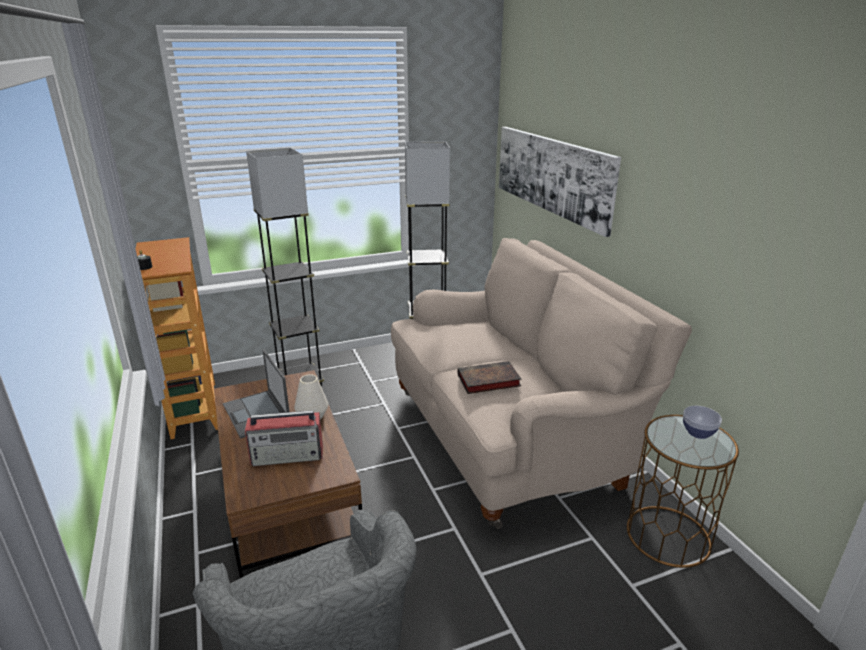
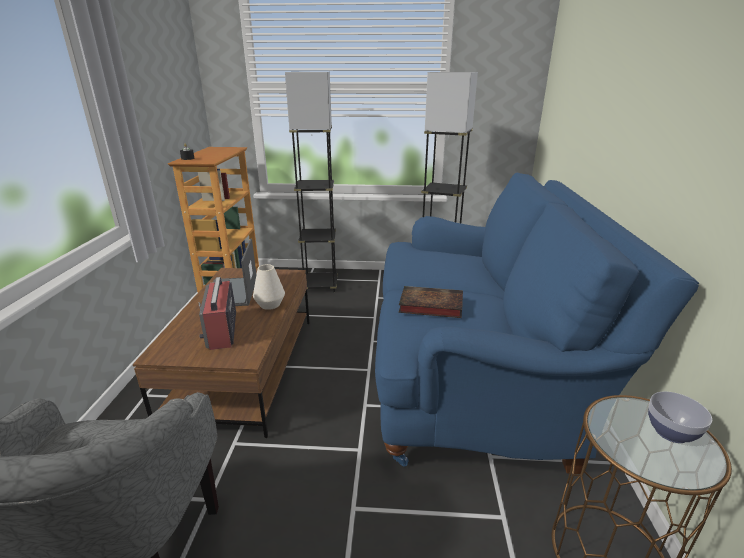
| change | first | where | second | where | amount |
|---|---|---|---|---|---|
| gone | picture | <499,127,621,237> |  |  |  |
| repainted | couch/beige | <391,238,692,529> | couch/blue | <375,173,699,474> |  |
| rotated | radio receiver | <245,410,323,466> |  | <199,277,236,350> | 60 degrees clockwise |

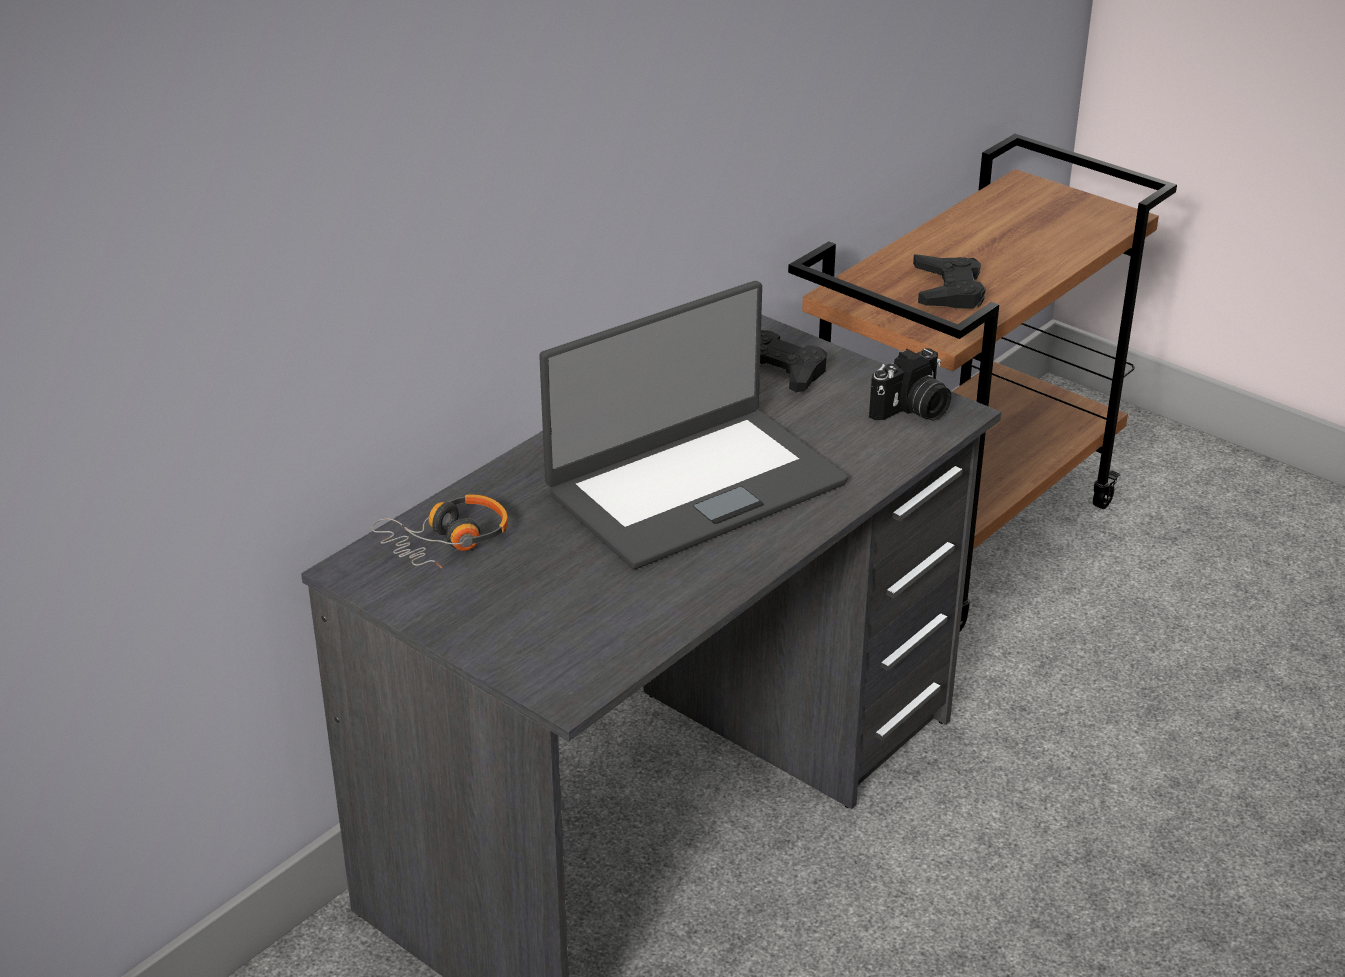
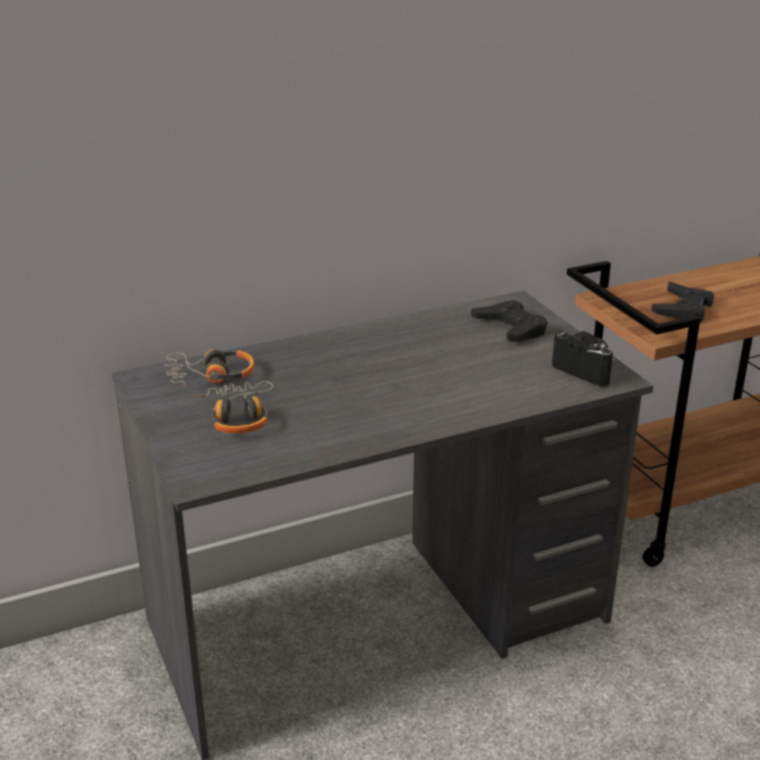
| change | first | where | second | where | amount |
|---|---|---|---|---|---|
| gone | laptop | <539,281,848,569> |  |  |  |
| rotated | still camera | <869,348,951,421> |  | <552,331,615,387> | 120 degrees counterclockwise |
| new |  |  | pair of headphones | <196,381,273,433> |  |

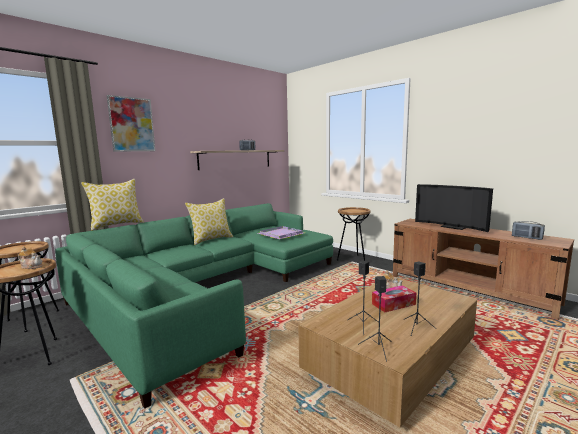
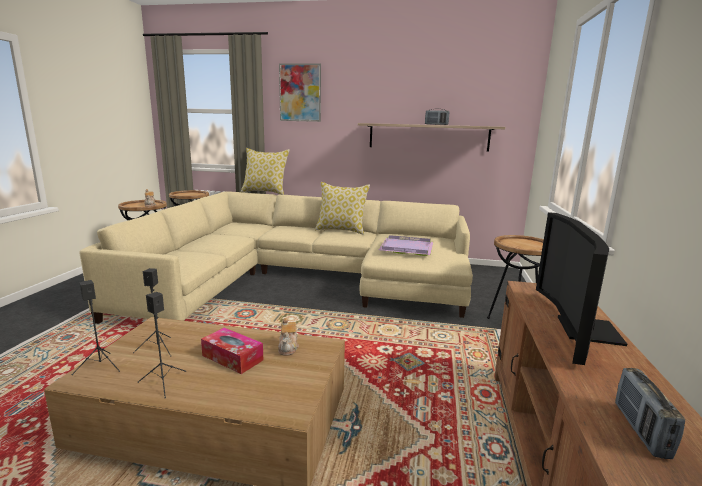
| change | first | where | second | where | amount |
|---|---|---|---|---|---|
| repainted | couch/green-coloured | <55,203,333,409> | couch/beige | <79,191,473,324> |  |

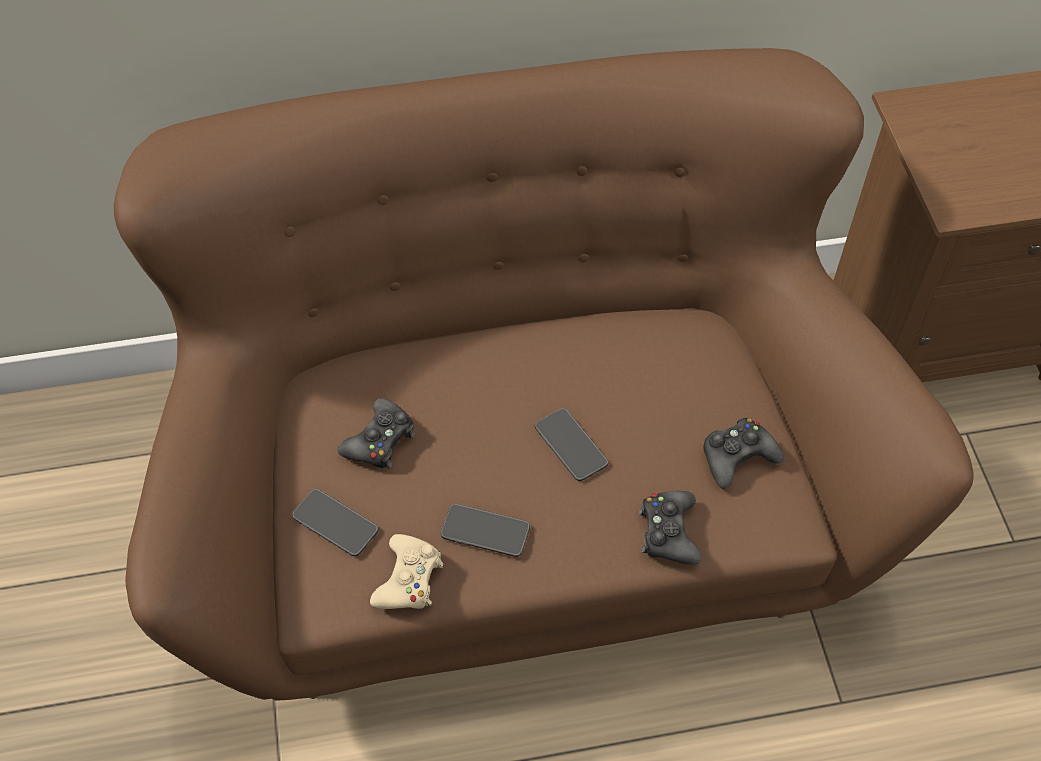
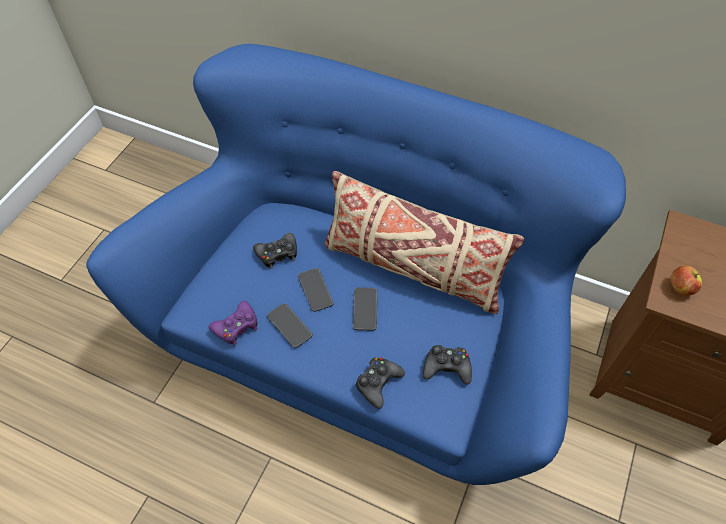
| change | first | where | second | where | amount |
|---|---|---|---|---|---|
| repainted | couch/brownish | <114,48,974,701> | couch/blue | <86,44,626,485> |  |
| shifted | handset | <292,489,379,556> |  | <298,268,334,312> |  |
| repainted | gamepad/beige | <370,534,443,609> | gamepad/purple-coloured | <209,301,258,345> |  |
| new |  |  | pillow/beige | <325,171,524,314> |  |
| new |  |  | apple fruit | <671,266,702,296> |  |

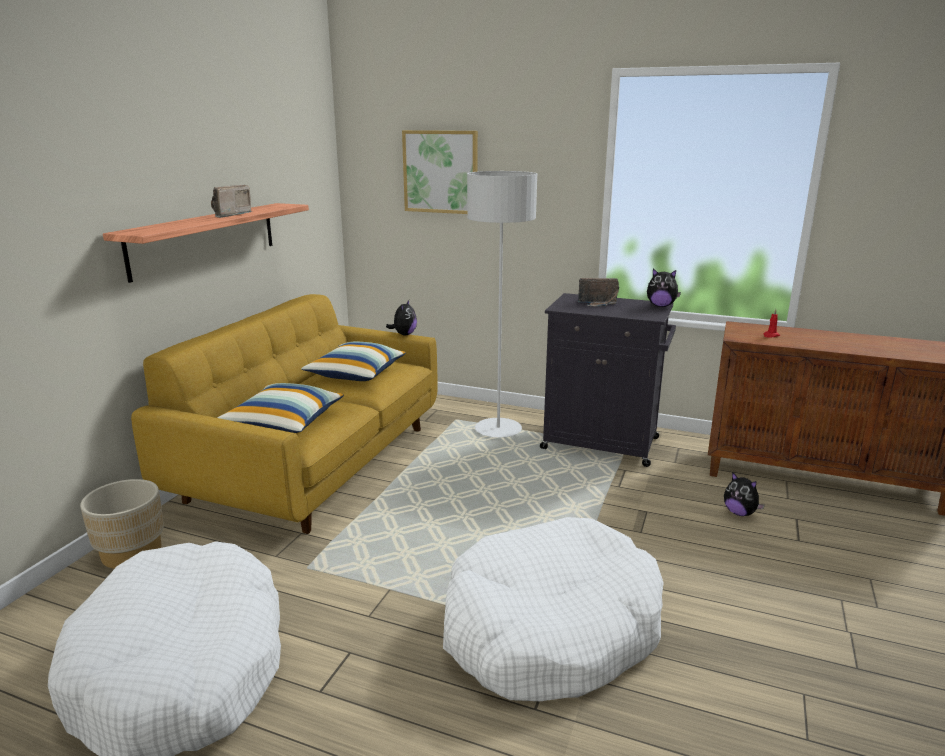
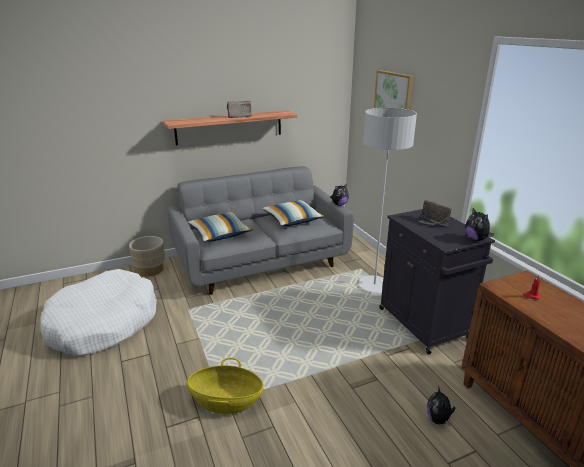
| change | first | where | second | where | amount |
|---|---|---|---|---|---|
| repainted | couch/yellowish | <131,294,438,534> | couch/grey | <167,166,354,295> |  |
| swapped | pet bed/white-coloured | <443,517,664,701> | household basket | <187,358,264,414> |  |

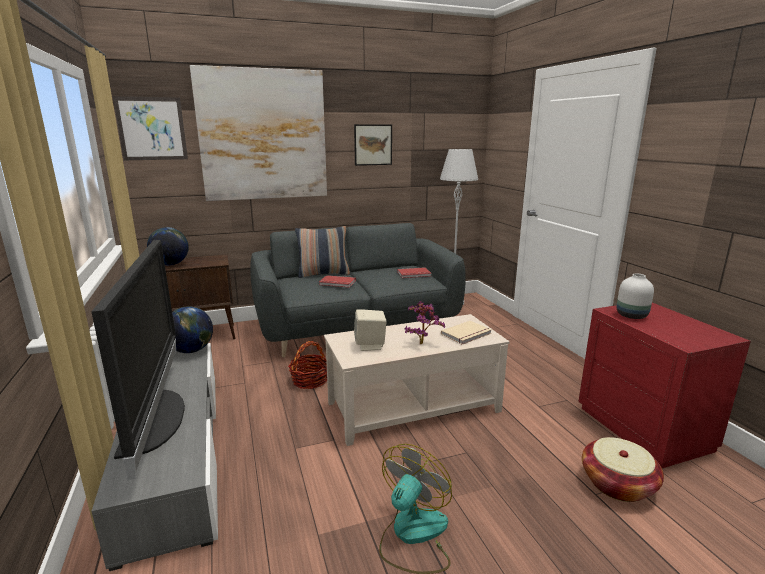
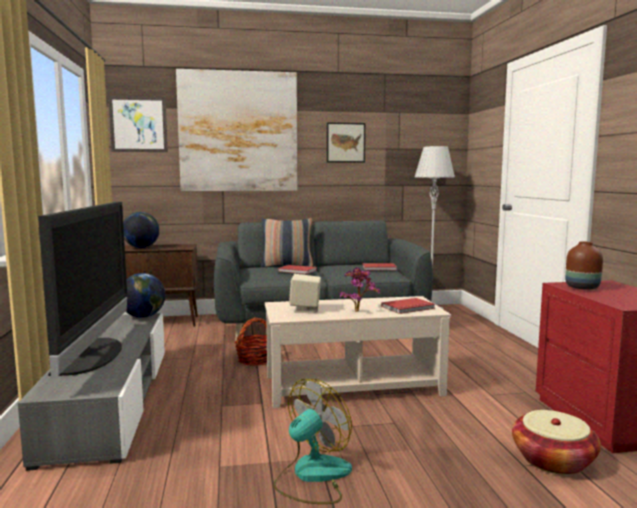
| change | first | where | second | where | amount |
|---|---|---|---|---|---|
| repainted | vase/white-coloured | <617,273,654,319> | vase/brownish | <565,241,603,289> |  |
| repainted | book/beige | <441,321,492,345> | book/red-coloured | <381,298,435,314> |  |

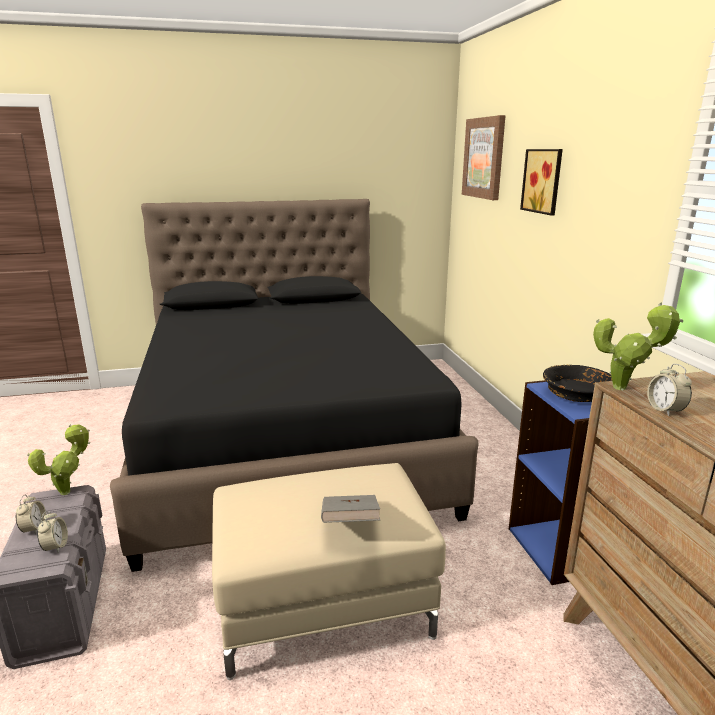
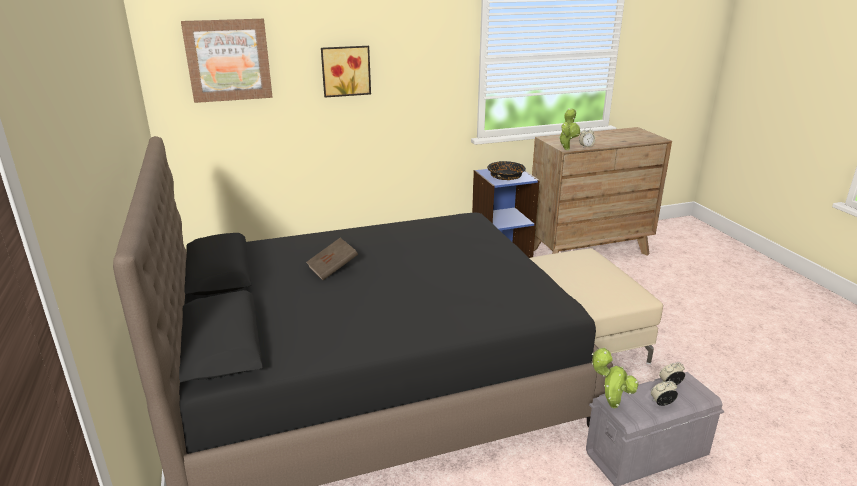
| change | first | where | second | where | amount |
|---|---|---|---|---|---|
| gone | book/grey | <321,495,380,523> |  |  |  |
| new |  |  | book/brownish | <306,238,358,280> |  |

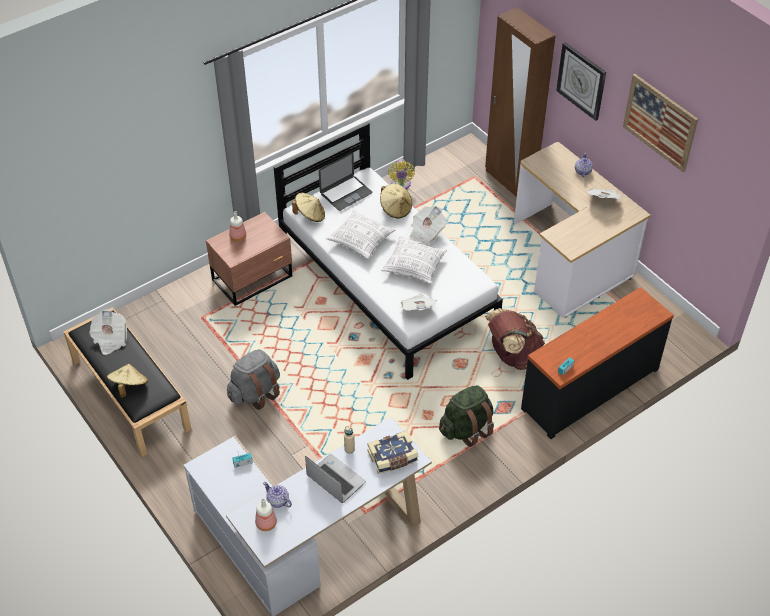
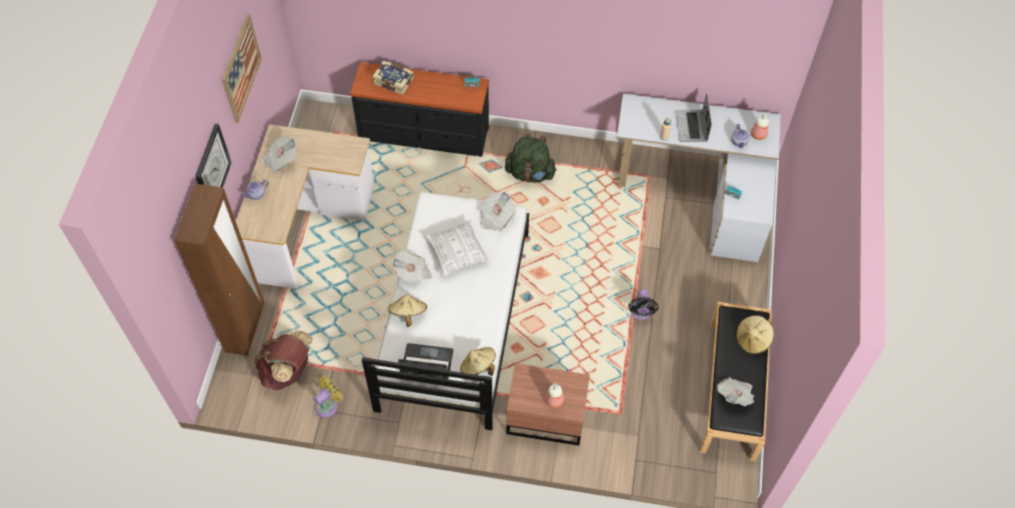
| change | first | where | second | where | amount |
|---|---|---|---|---|---|
| gone | pillow | <326,210,396,259> |  |  |  |
| shifted | knapsack/brownish | <485,308,545,370> |  | <254,331,313,390> |  |
| swapped | knapsack/grey | <227,349,280,410> | fan/blackish | <628,289,658,320> |  |
| shifted | book | <367,431,418,474> |  | <372,61,414,95> |  |

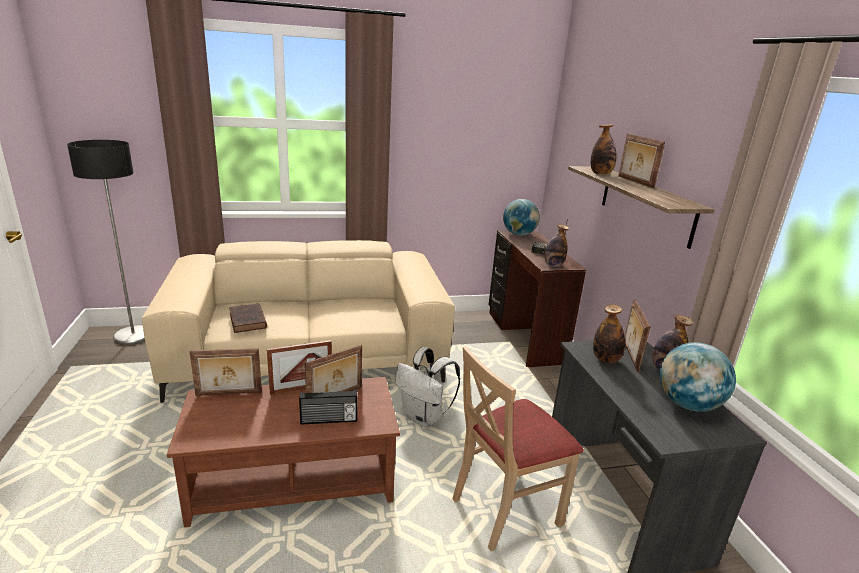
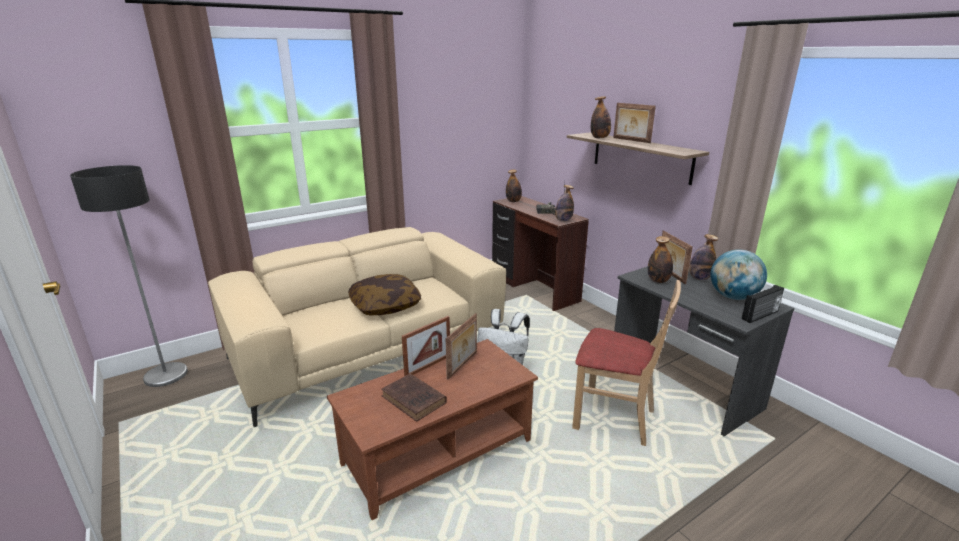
| change | first | where | second | where | amount |
|---|---|---|---|---|---|
| swapped | globe | <503,199,540,236> | bottle | <506,170,522,202> |  |
| shifted | book/brownish | <229,304,267,333> |  | <381,374,447,422> |  |
| rotated | plain chair/beige | <452,346,584,551> |  | <572,280,681,446> | 105 degrees counterclockwise |
| gone | photo frame | <190,348,262,396> |  |  |  |
| shifted | radio receiver | <299,390,357,425> |  | <742,285,784,323> |  |
| new |  |  | pillow | <348,274,421,315> |  |

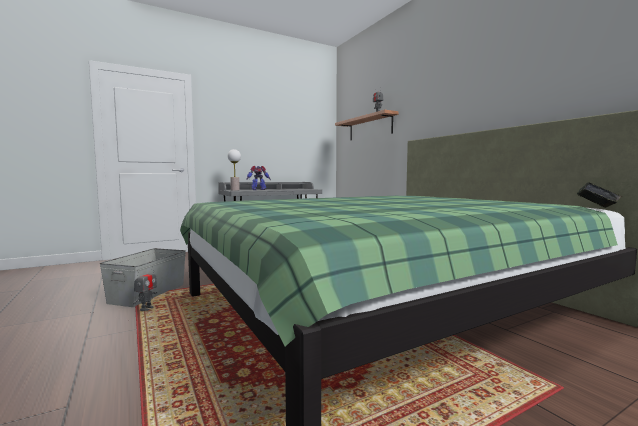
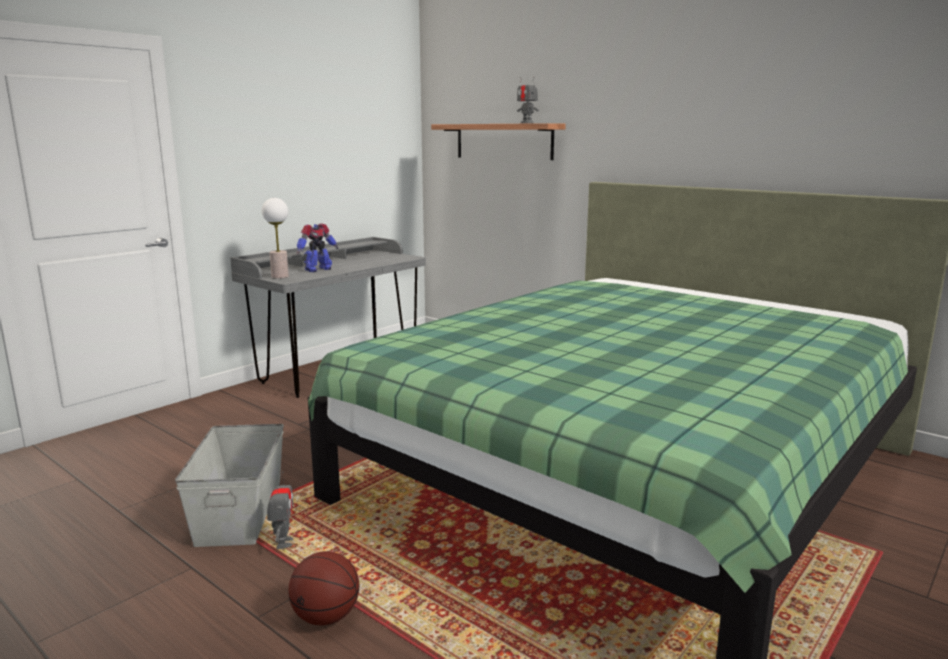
| change | first | where | second | where | amount |
|---|---|---|---|---|---|
| gone | book | <577,182,622,208> |  |  |  |
| new |  |  | basketball | <288,551,360,625> |  |

